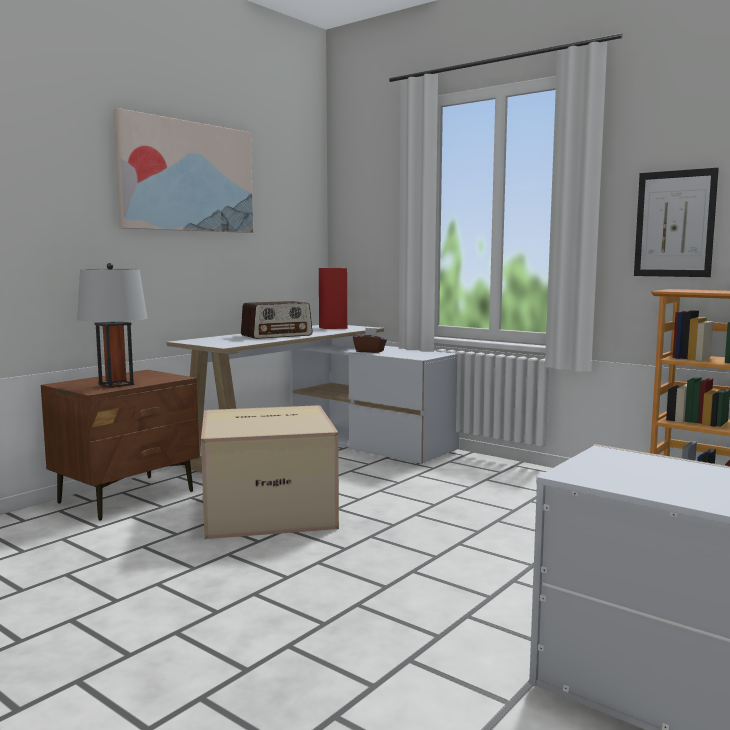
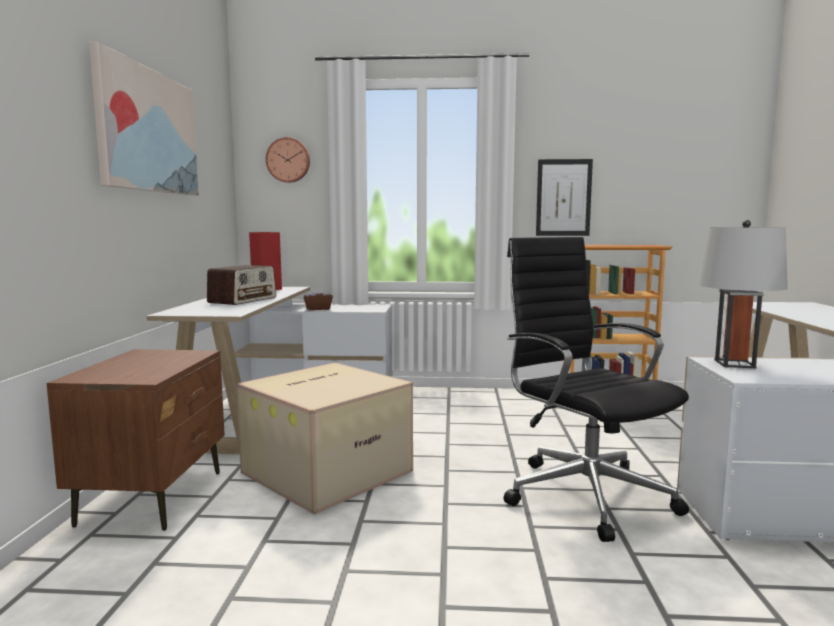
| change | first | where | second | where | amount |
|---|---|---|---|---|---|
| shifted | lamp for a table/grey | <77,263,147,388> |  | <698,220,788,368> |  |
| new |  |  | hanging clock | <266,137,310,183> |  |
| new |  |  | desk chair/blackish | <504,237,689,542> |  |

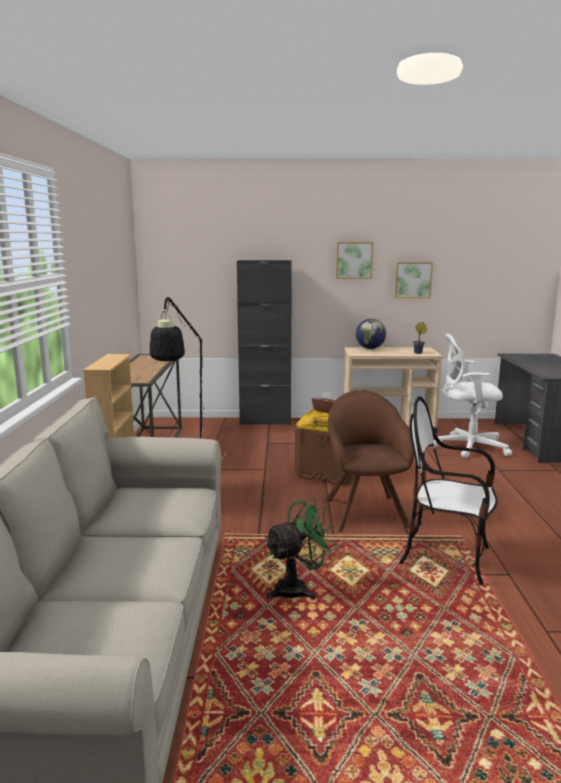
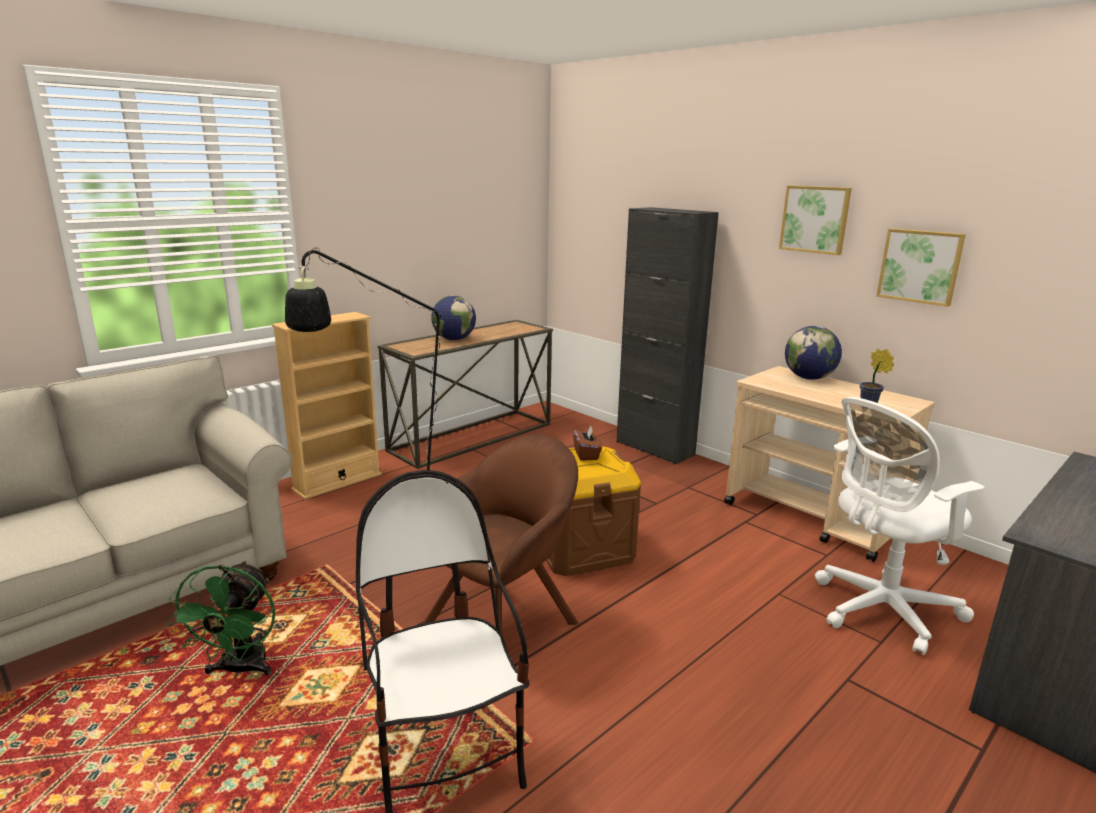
| change | first | where | second | where | amount |
|---|---|---|---|---|---|
| rotated | desk chair/white-coloured | <434,334,512,458> |  | <815,397,984,655> | 75 degrees counterclockwise |
| rotated | fan/green-coloured | <265,498,337,600> |  | <166,561,276,678> | 75 degrees clockwise |
| new |  |  | globe | <431,295,476,340> |  |

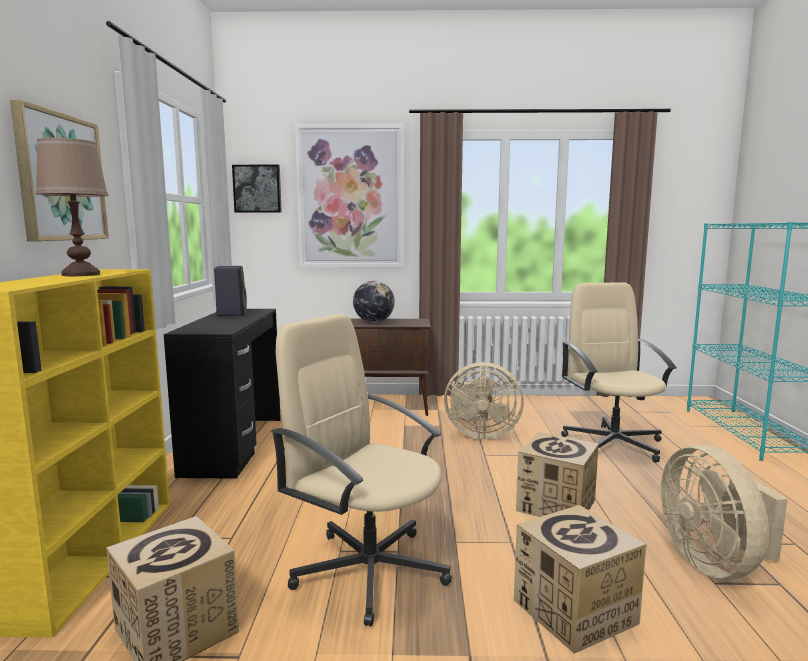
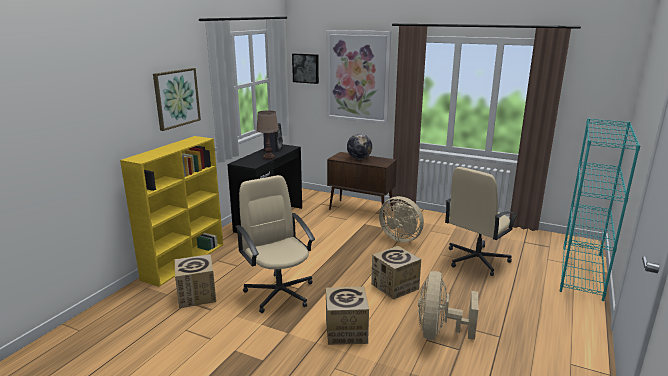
| change | first | where | second | where | amount |
|---|---|---|---|---|---|
| shifted | lamp for a table/brownish | <35,138,108,276> |  | <256,111,279,159> |  |
| rotated | desk chair/beige | <561,282,677,462> |  | <445,167,517,276> | 150 degrees counterclockwise |

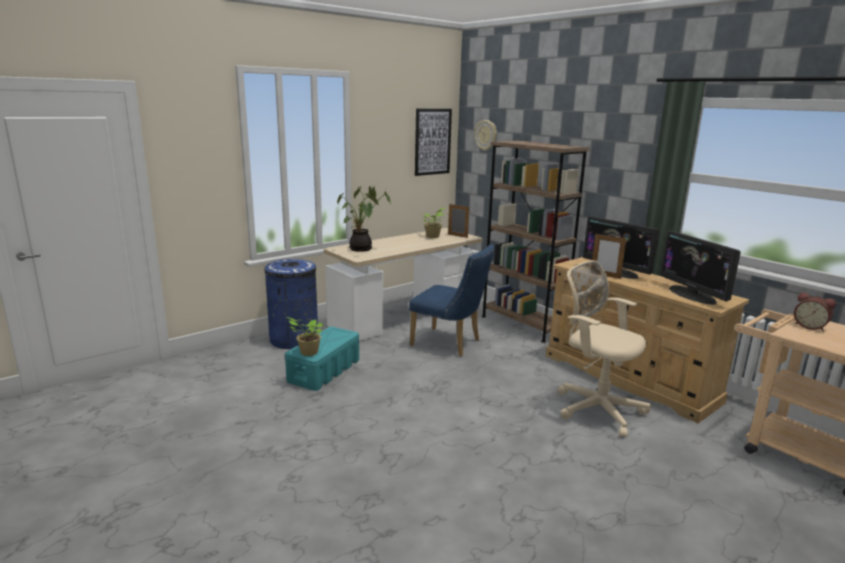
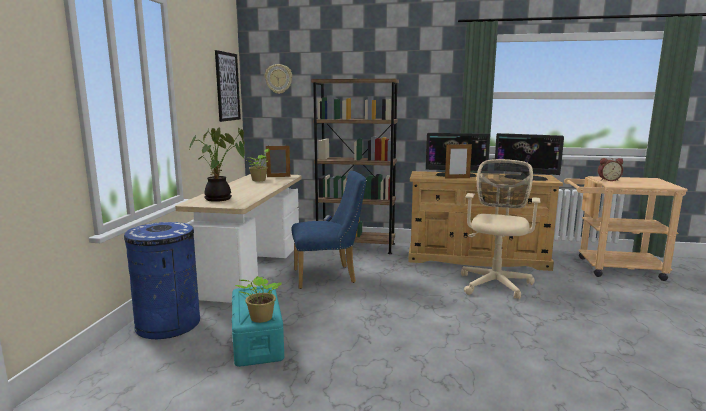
| change | first | where | second | where | amount |
|---|---|---|---|---|---|
| rotated | desk chair/beige | <558,260,651,438> |  | <461,159,540,299> | 105 degrees clockwise |

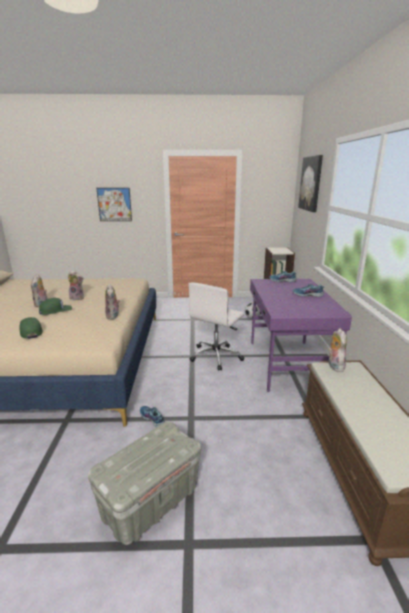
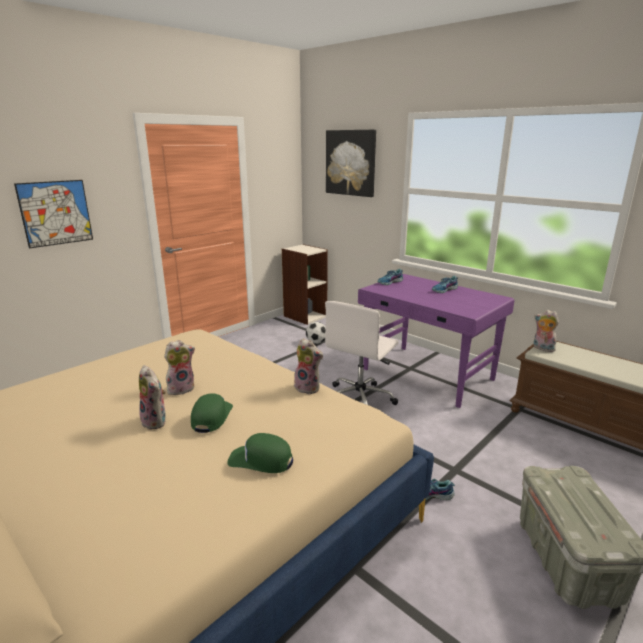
| change | first | where | second | where | amount |
|---|---|---|---|---|---|
| rotated | desk chair/white-coloured | <188,283,244,371> |  | <325,301,399,405> | 45 degrees clockwise |

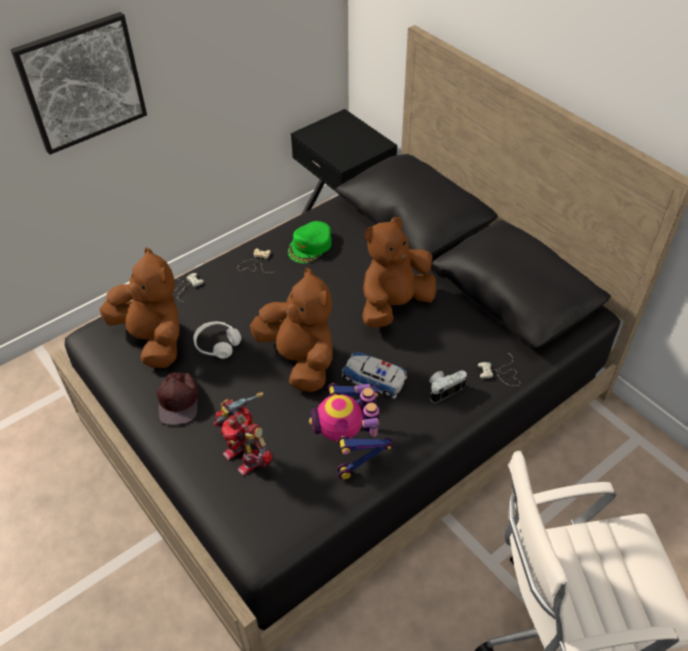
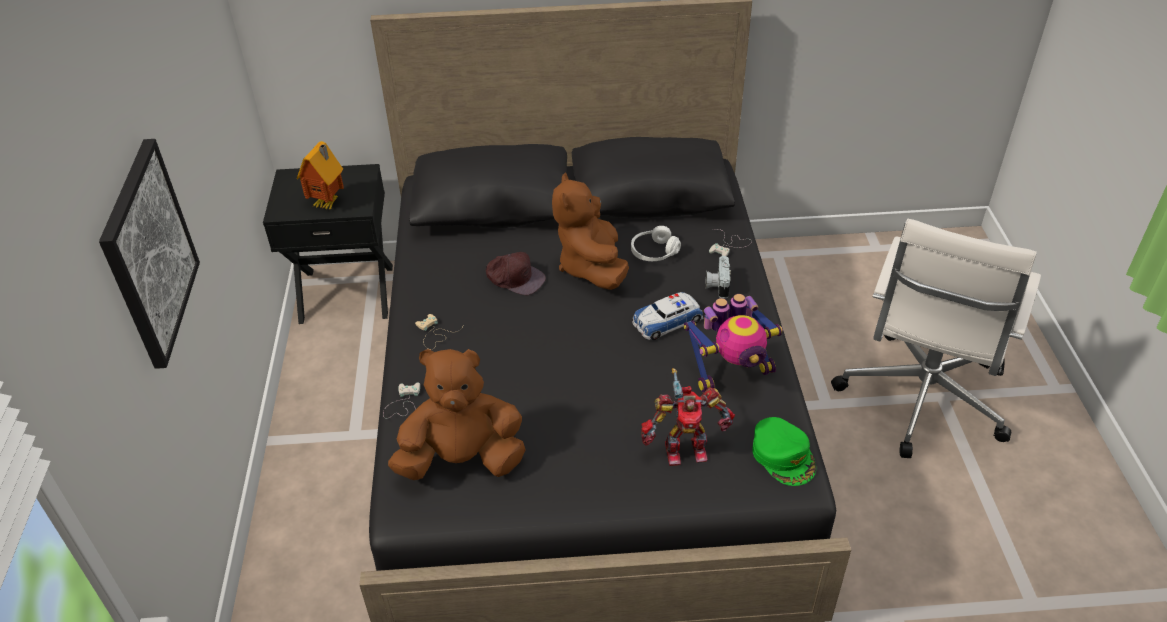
| change | first | where | second | where | amount |
|---|---|---|---|---|---|
| shifted | peaked cap/green-coloured | <288,221,332,263> |  | <752,417,816,486> |  |
| gone | plush toy/brownish | <250,268,333,392> |  |  |  |
| shifted | pair of headphones/white-coloured | <193,322,242,359> |  | <631,226,681,261> |  |
| shifted | peaked cap/brownish | <156,372,199,425> |  | <485,252,546,295> |  |
| rotated | model robot | <309,383,393,479> |  | <684,294,783,393> | 45 degrees counterclockwise |
| new |  |  | model house | <296,141,344,210> |  |

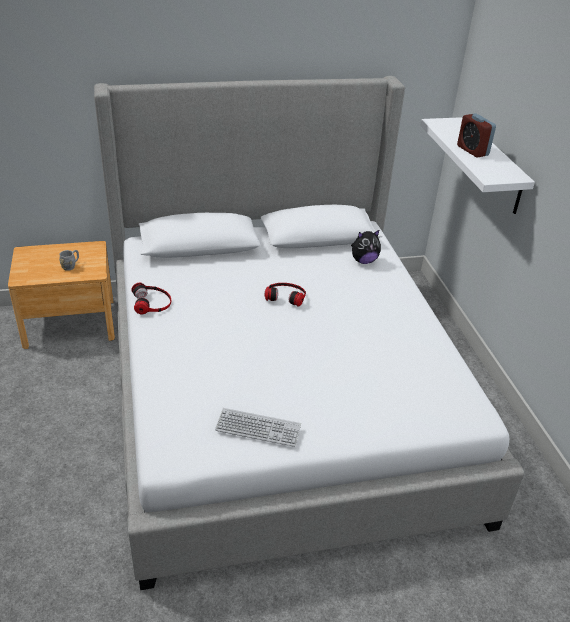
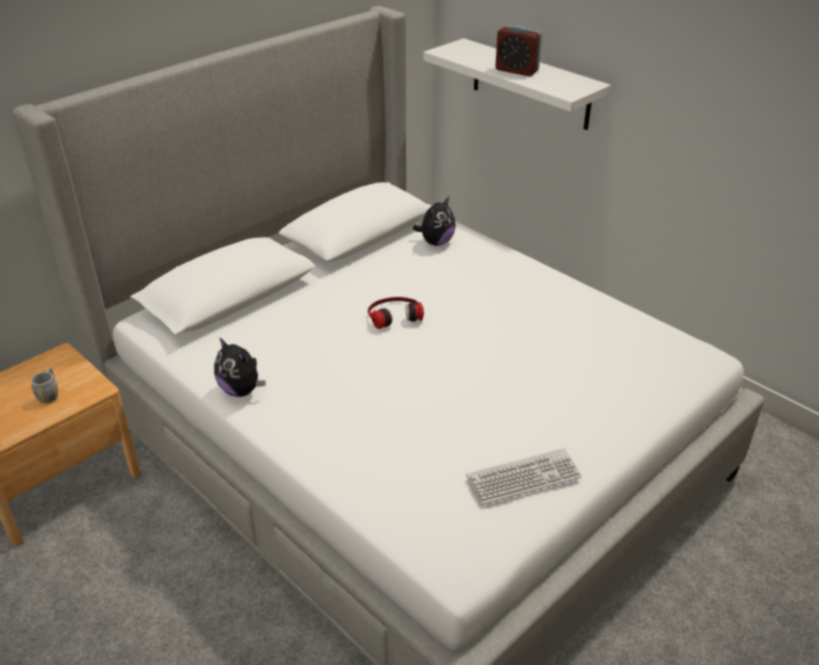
| change | first | where | second | where | amount |
|---|---|---|---|---|---|
| swapped | pair of headphones | <131,283,171,314> | plush toy | <214,337,266,397> |  |

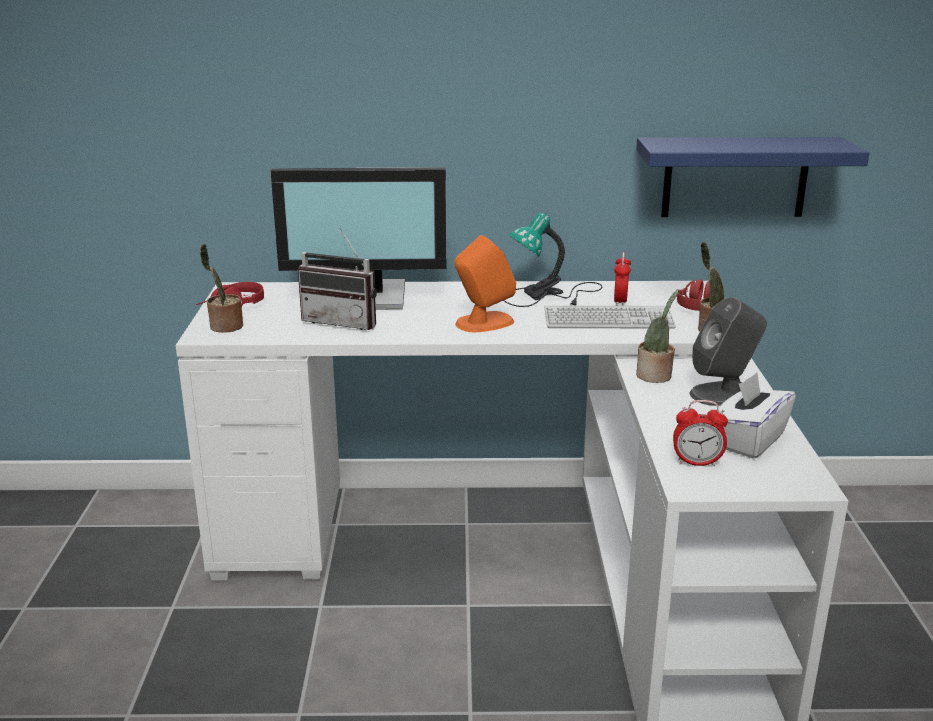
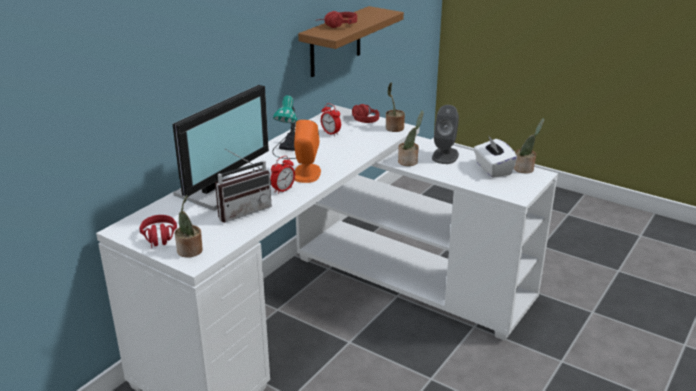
| change | first | where | second | where | amount |
|---|---|---|---|---|---|
| repainted | shelf/blue | <636,137,870,217> | shelf/brownish | <298,6,404,77> |  |
| gone | keyboard | <545,305,676,329> |  |  |  |
| shifted | table clock | <673,400,728,467> |  | <270,156,295,194> |  |
| new |  |  | pair of headphones/red-coloured | <319,11,357,28> |  |
| new |  |  | plant in a pot | <514,118,544,173> |  |

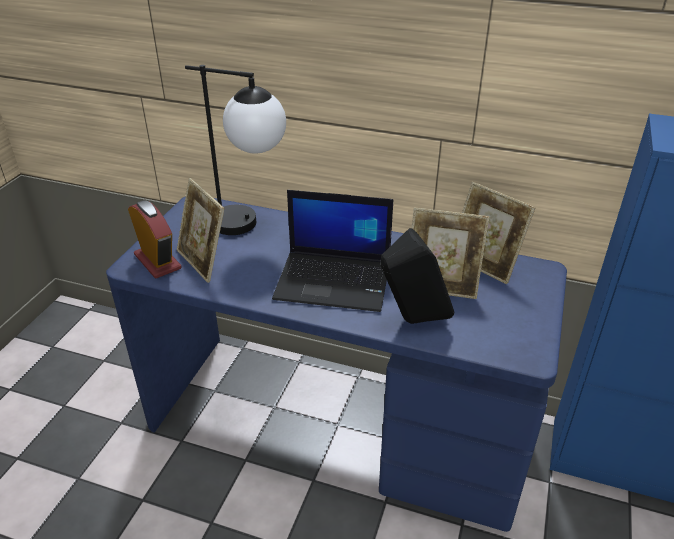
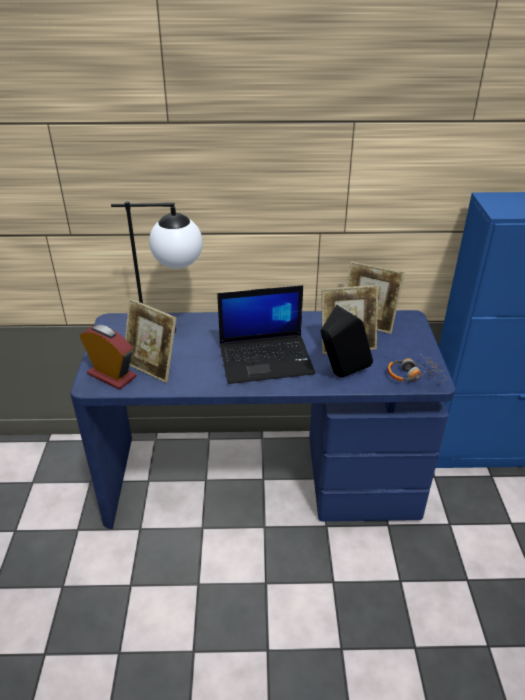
| change | first | where | second | where | amount |
|---|---|---|---|---|---|
| new |  |  | pair of headphones | <388,354,446,381> |  |

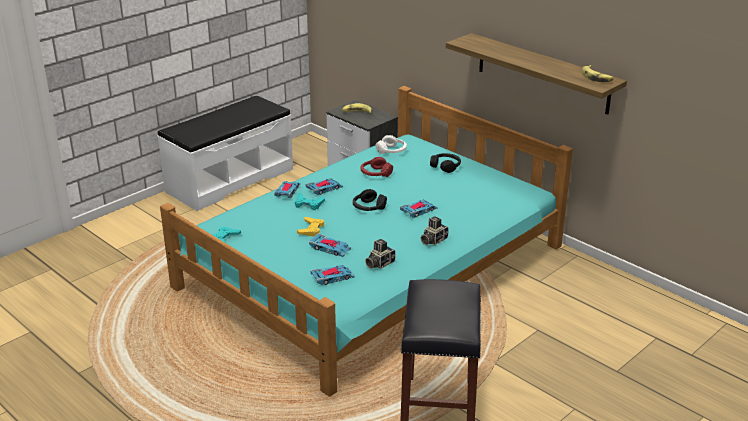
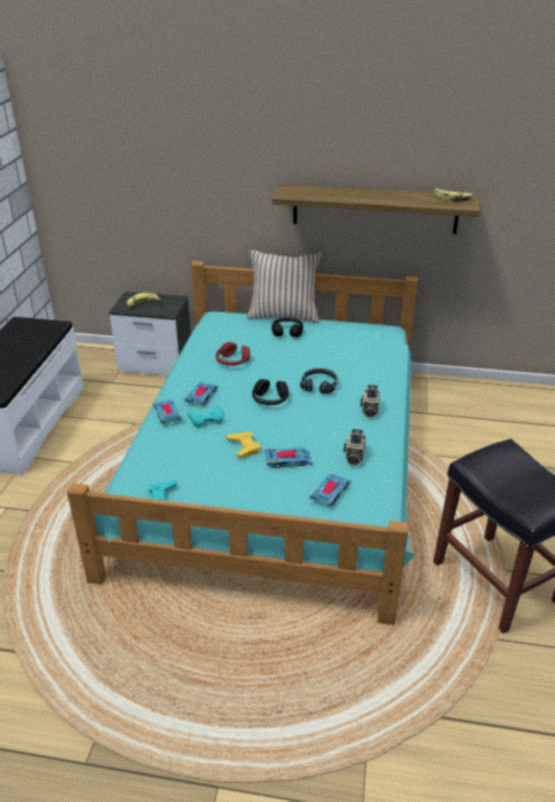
| change | first | where | second | where | amount |
|---|---|---|---|---|---|
| gone | pair of headphones/white-coloured | <376,135,407,154> |  |  |  |
| swapped | miniature car | <400,200,437,218> | pair of headphones/blackish | <300,368,338,394> |  |
| new |  |  | pillow/beige | <247,250,322,323> |  |

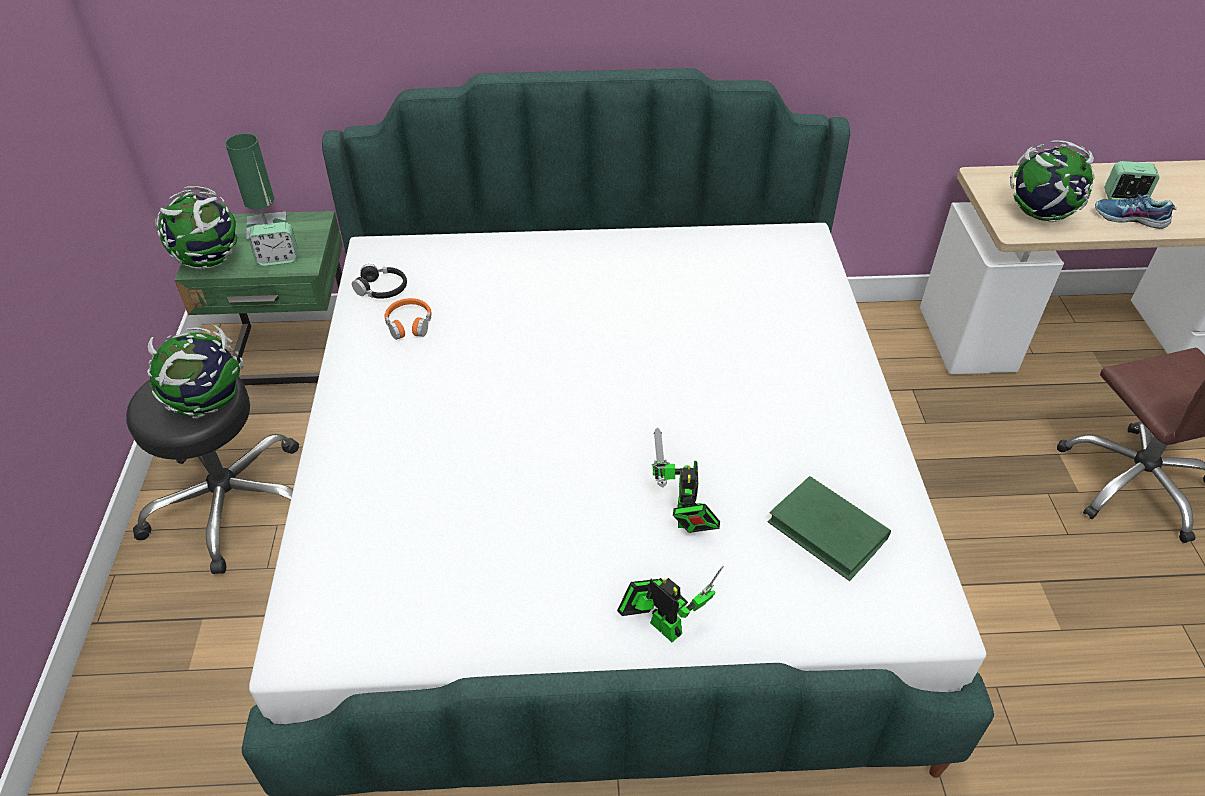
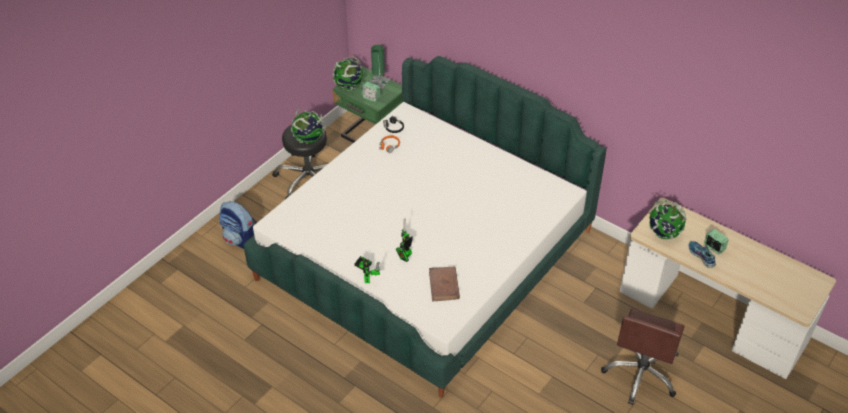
| change | first | where | second | where | amount |
|---|---|---|---|---|---|
| repainted | book/green-coloured | <768,476,891,581> | book/brownish | <429,266,460,301> |  |
| new |  |  | knapsack | <219,201,257,249> |  |

